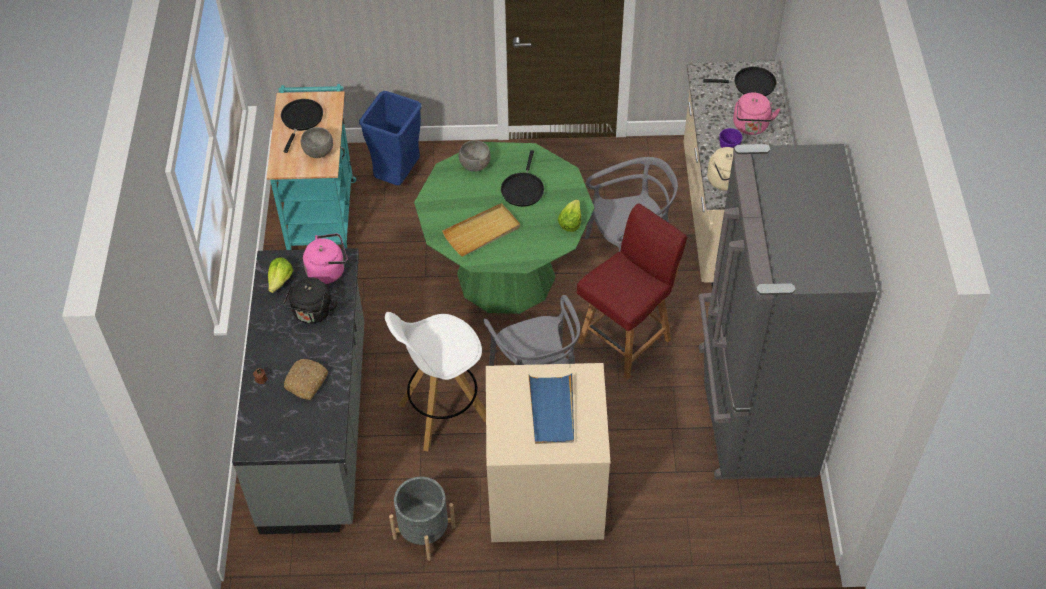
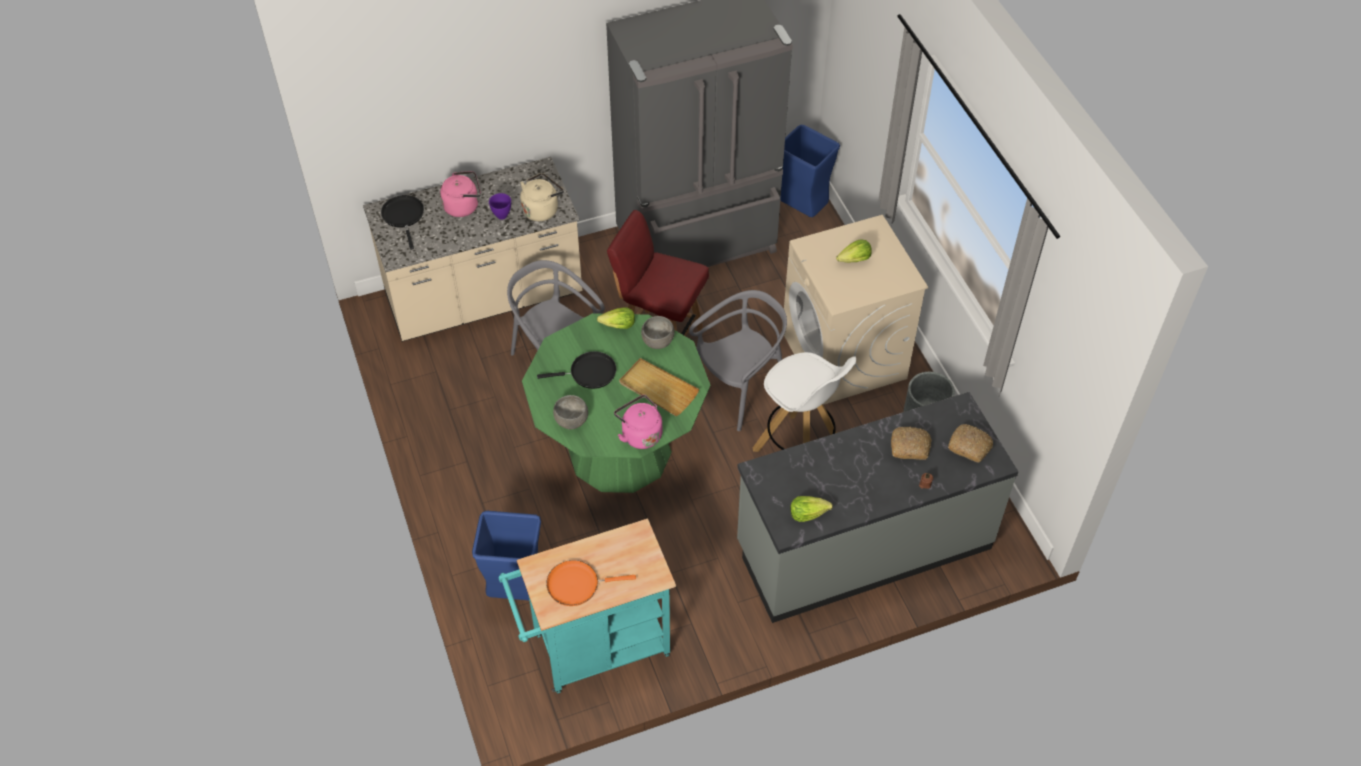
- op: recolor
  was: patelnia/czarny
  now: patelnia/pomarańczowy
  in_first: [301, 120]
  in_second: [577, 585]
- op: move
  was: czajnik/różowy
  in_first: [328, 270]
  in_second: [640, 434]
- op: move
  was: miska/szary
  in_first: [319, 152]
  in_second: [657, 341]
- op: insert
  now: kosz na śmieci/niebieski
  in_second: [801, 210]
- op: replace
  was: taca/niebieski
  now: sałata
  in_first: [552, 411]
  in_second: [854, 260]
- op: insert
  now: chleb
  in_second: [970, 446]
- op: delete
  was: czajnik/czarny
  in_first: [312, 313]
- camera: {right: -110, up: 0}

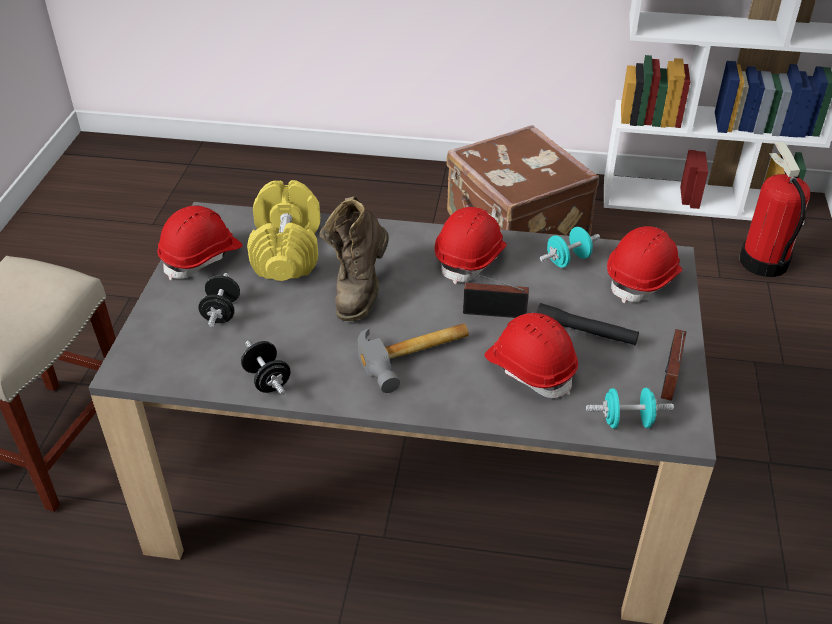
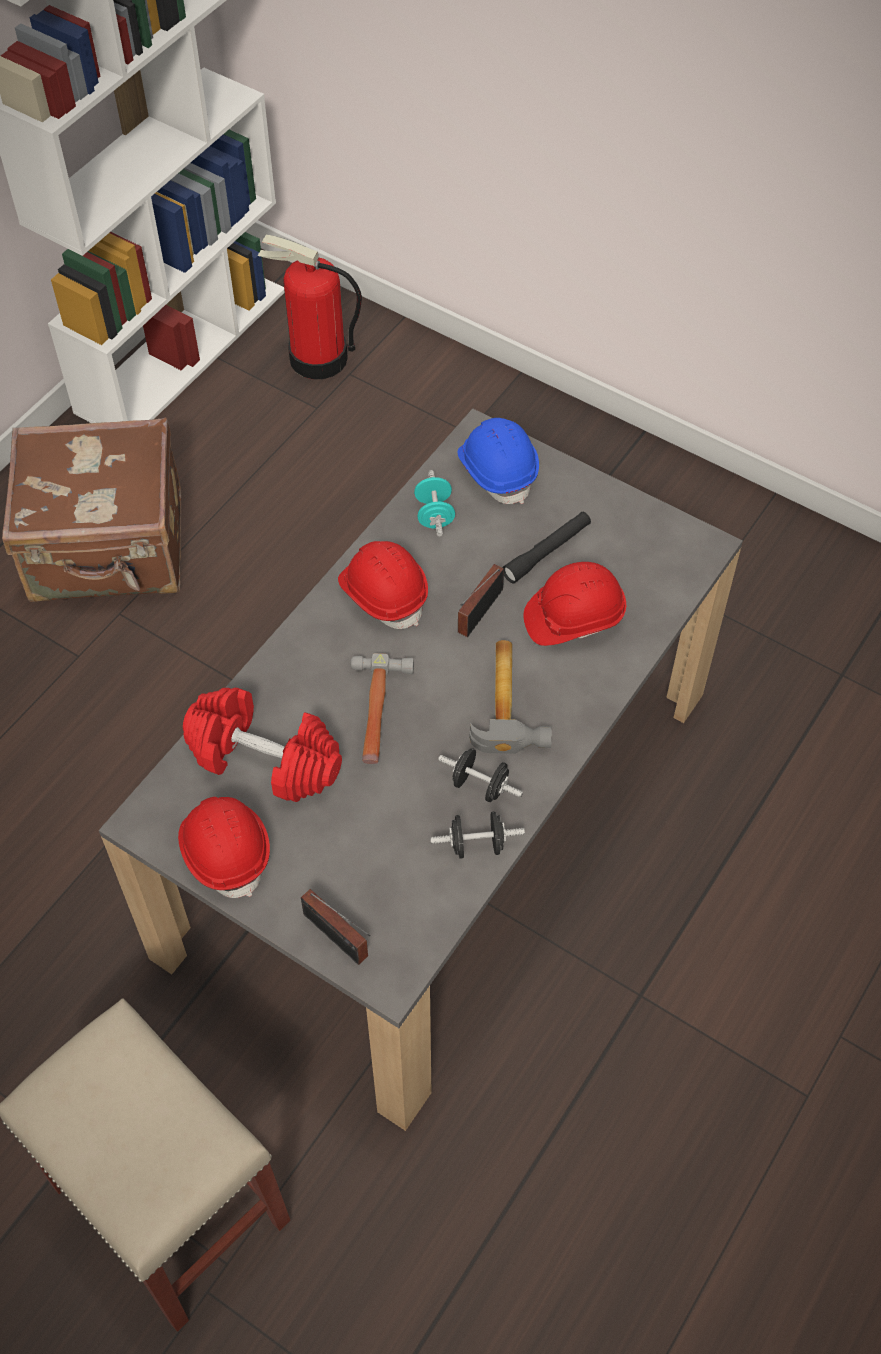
- op: recolor
  was: hantel/żółty
  now: hantel/czerwony
  in_first: [287, 250]
  in_second: [265, 758]
- op: move
  was: radio
  in_first: [669, 379]
  in_second: [338, 939]
- op: replace
  was: but z cholewką/brązowy
  now: młotek
  in_first: [359, 289]
  in_second: [377, 713]
- op: move
  was: hantel/czarny
  in_first: [221, 312]
  in_second: [480, 785]
- op: recolor
  was: kask/czerwony
  now: kask/niebieski
  in_first: [643, 279]
  in_second: [497, 470]
- op: delete
  was: hantel/turkusowy
  in_first: [627, 421]
- camera: {right: -65, up: 15}

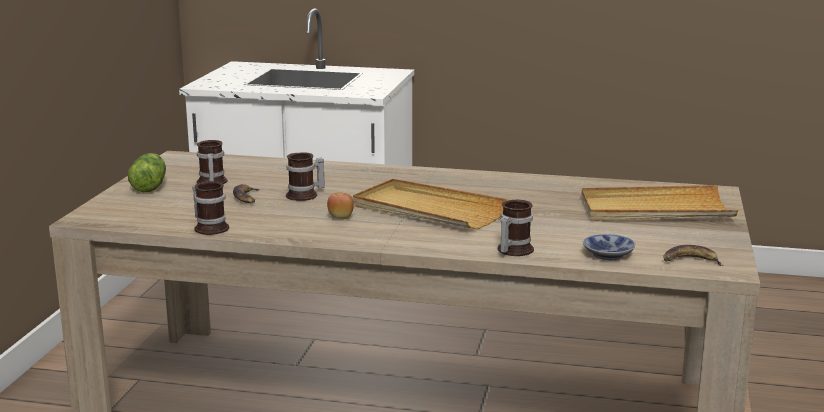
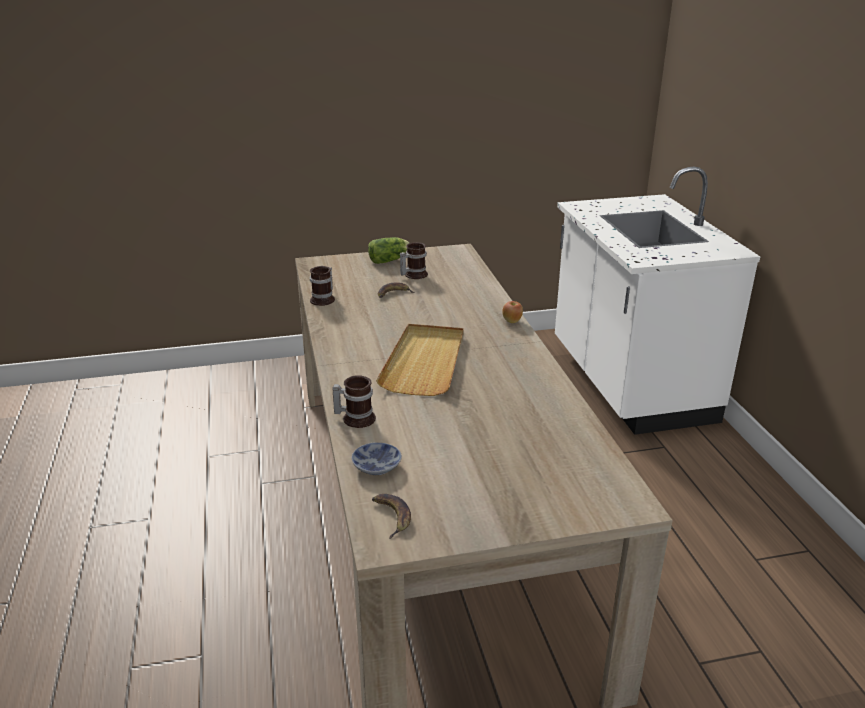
- op: move
  was: jabłko
  in_first: [340, 218]
  in_second: [512, 321]
- op: delete
  was: kubek
  in_first: [305, 195]
- op: delete
  was: taca/beżowy
  in_first: [655, 210]
- camera: {right: 65, up: 10}

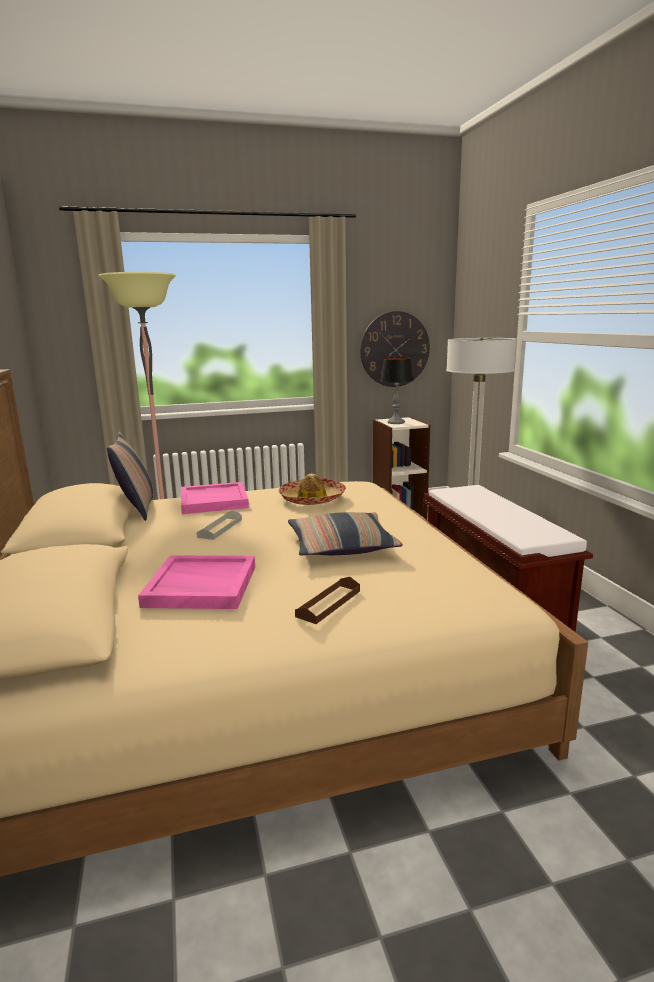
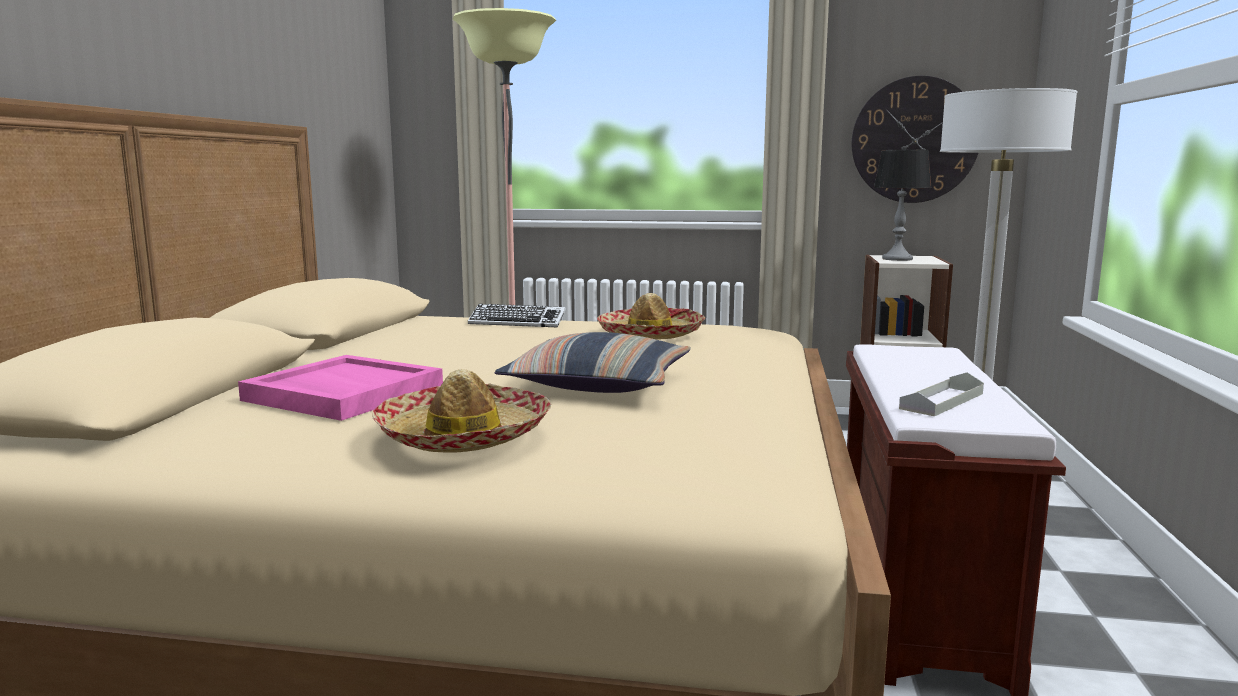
- op: replace
  was: taca/brązowy
  now: kapelusz
  in_first: [328, 603]
  in_second: [464, 436]
- op: replace
  was: taca/różowy
  now: klawiatura
  in_first: [214, 501]
  in_second: [517, 322]
- op: move
  was: taca/szary
  in_first: [220, 528]
  in_second: [942, 401]
- op: delete
  was: poduszka
  in_first: [137, 509]
- camera: {right: 25, up: -5}

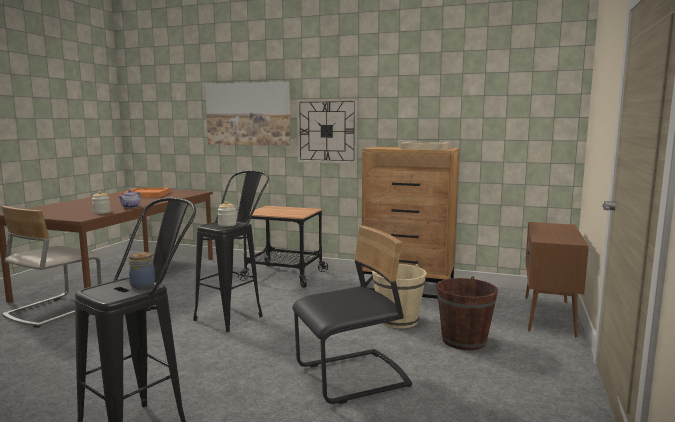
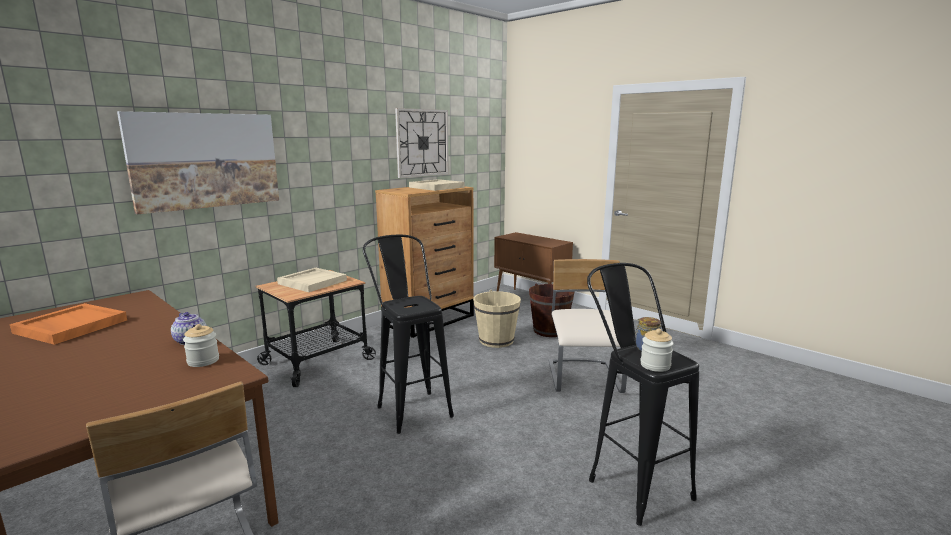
- op: insert
  now: taca/beżowy
  in_second: [312, 282]
- op: move
  was: zegar ścienny
  in_first: [327, 131]
  in_second: [422, 143]
- op: recolor
  was: krzesło/czarny
  now: krzesło/beżowy
  in_first: [352, 377]
  in_second: [584, 378]
- op: move
  was: słoik
  in_first: [227, 225]
  in_second: [655, 365]
- camera: {right: -65, up: 5}

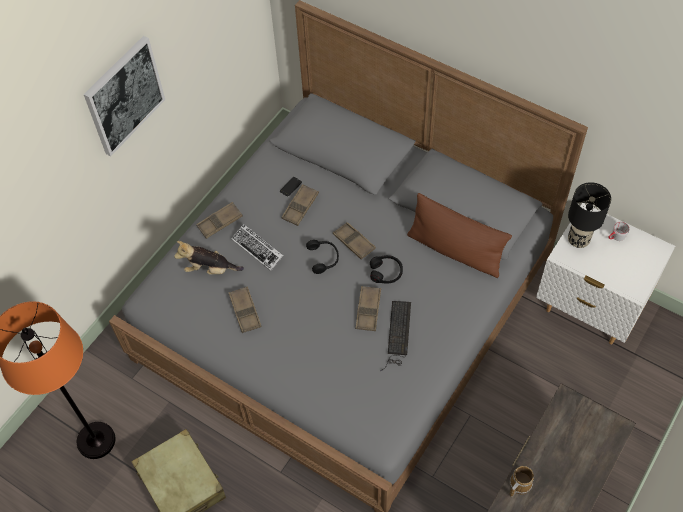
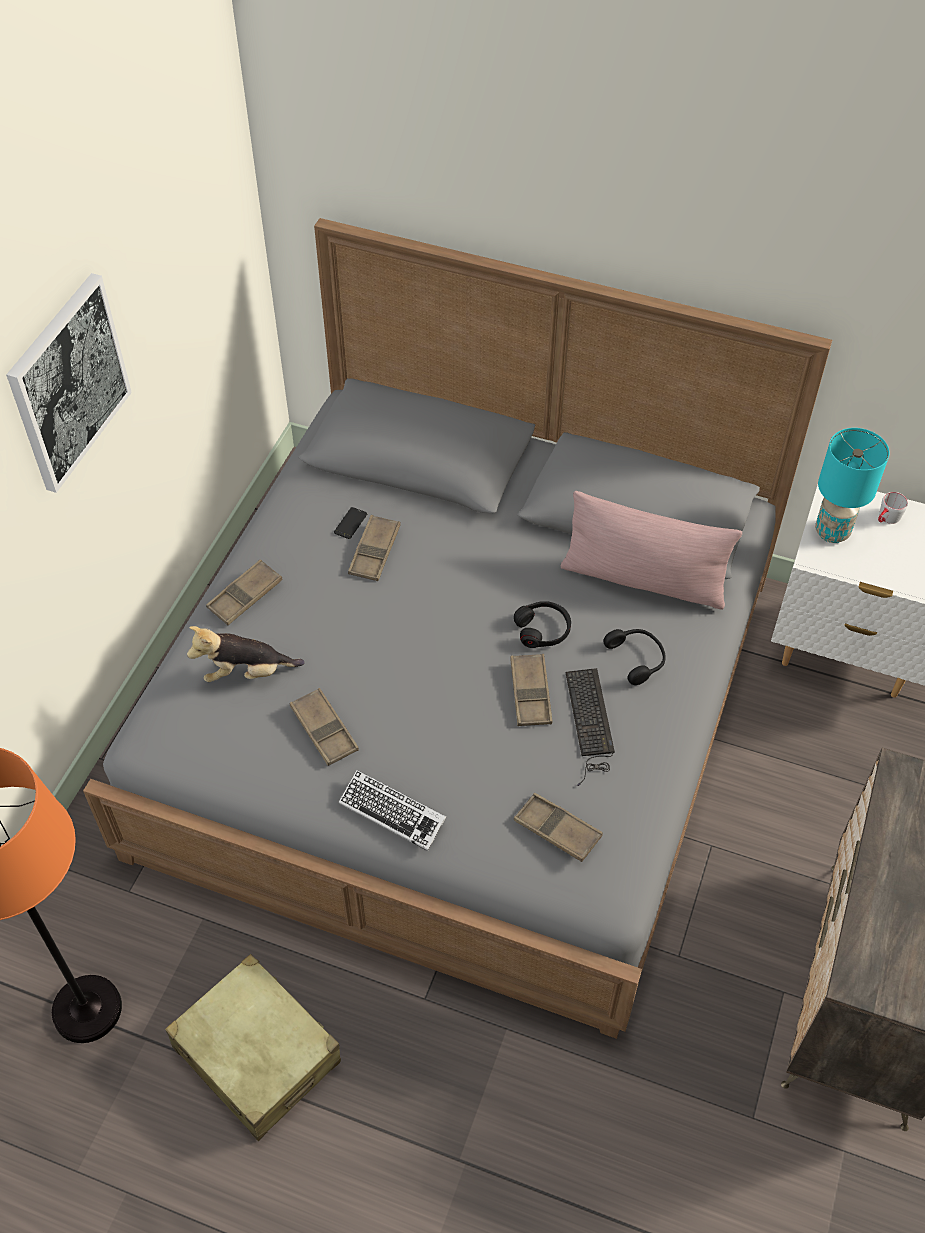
- op: move
  was: klawiatura
  in_first: [257, 249]
  in_second: [392, 813]
- op: move
  was: taca/brązowy
  in_first: [354, 242]
  in_second: [557, 830]
- op: recolor
  was: poduszka/brązowy
  now: poduszka/różowy
  in_first: [455, 251]
  in_second: [643, 579]
- op: move
  was: słuchawki/czarny
  in_first: [324, 258]
  in_second: [637, 658]
- op: recolor
  was: lampa stołowa/czarny
  now: lampa stołowa/turkusowy
  in_first: [578, 240]
  in_second: [831, 532]
- op: delete
  was: kubek
  in_first: [518, 484]
- camera: {right: -15, up: -5}

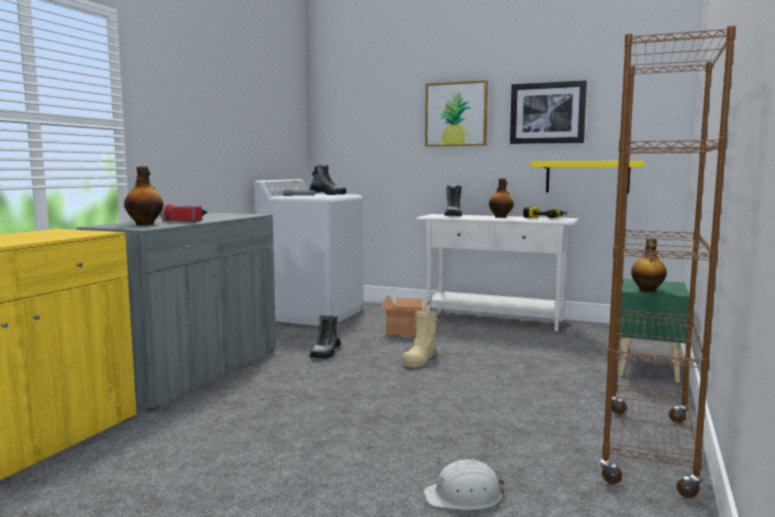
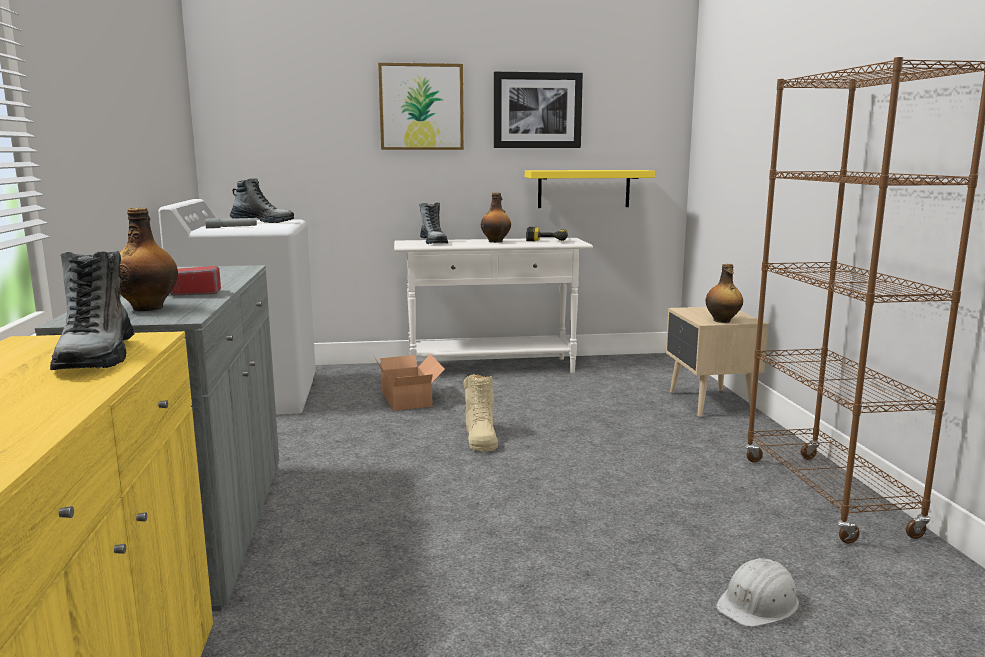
- op: move
  was: but z cholewką
  in_first: [326, 353]
  in_second: [97, 356]
- op: recolor
  was: szafka nocna/zielony
  now: szafka nocna/beżowy
  in_first: [646, 368]
  in_second: [709, 403]
- camera: {right: -30, up: 5}

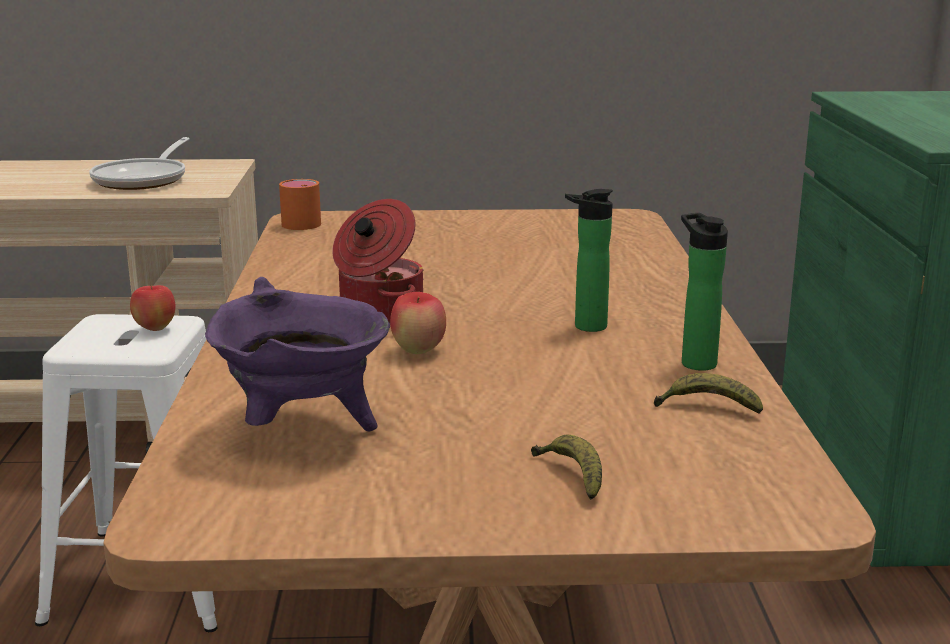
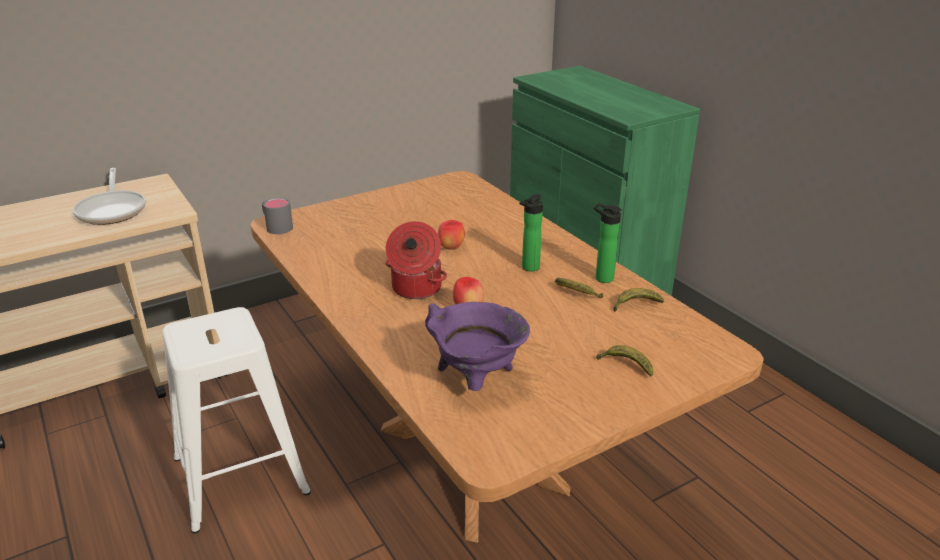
- op: recolor
  was: kubek/pomarańczowy
  now: kubek/szary
  in_first: [299, 222]
  in_second: [276, 226]
- op: move
  was: jabłko
  in_first: [155, 329]
  in_second: [451, 247]
- op: insert
  now: banan
  in_second: [576, 294]
- camera: {right: -30, up: 10}

